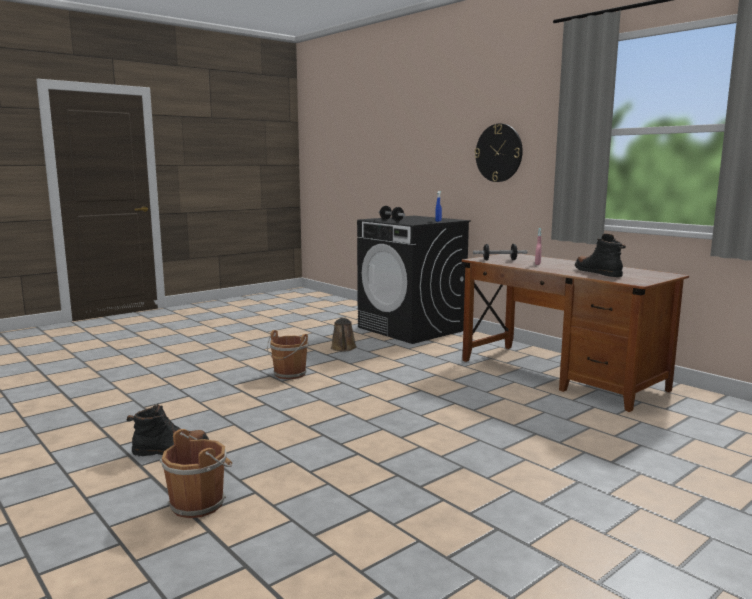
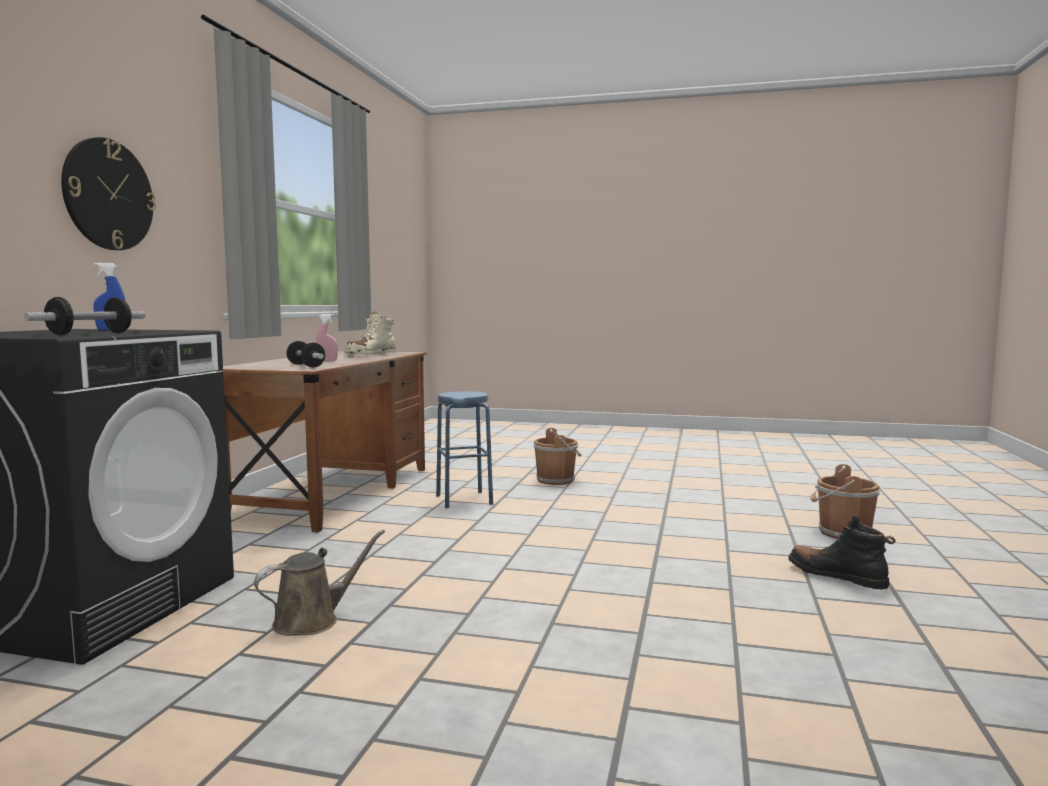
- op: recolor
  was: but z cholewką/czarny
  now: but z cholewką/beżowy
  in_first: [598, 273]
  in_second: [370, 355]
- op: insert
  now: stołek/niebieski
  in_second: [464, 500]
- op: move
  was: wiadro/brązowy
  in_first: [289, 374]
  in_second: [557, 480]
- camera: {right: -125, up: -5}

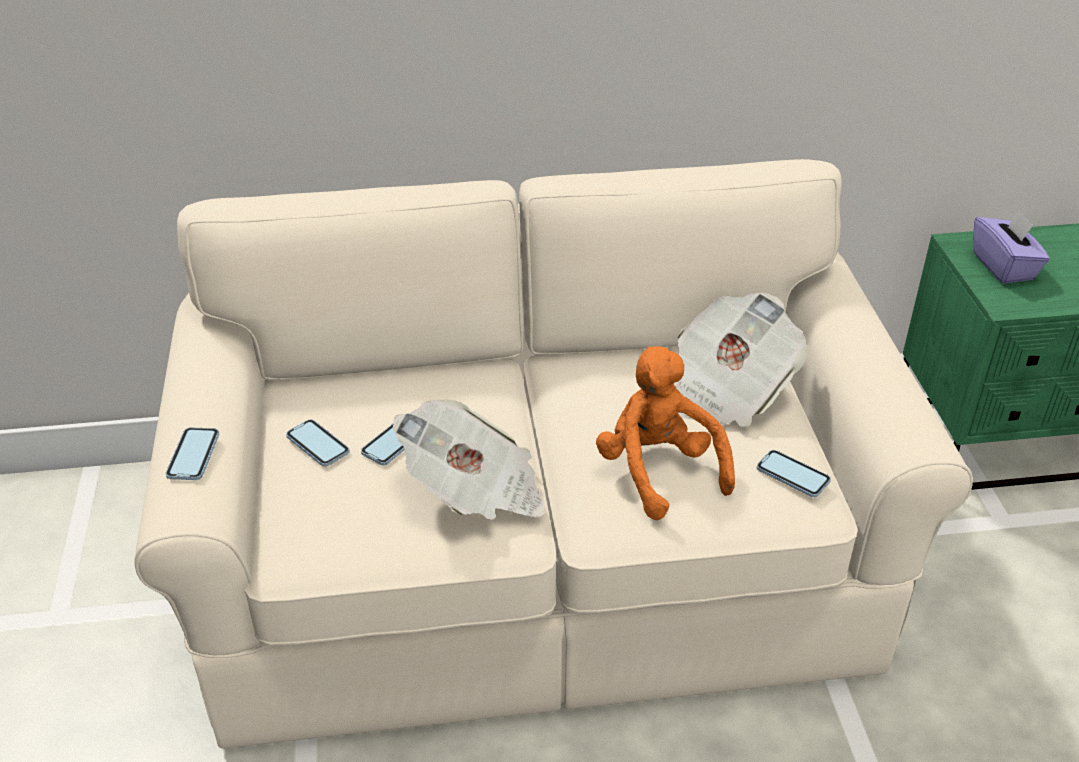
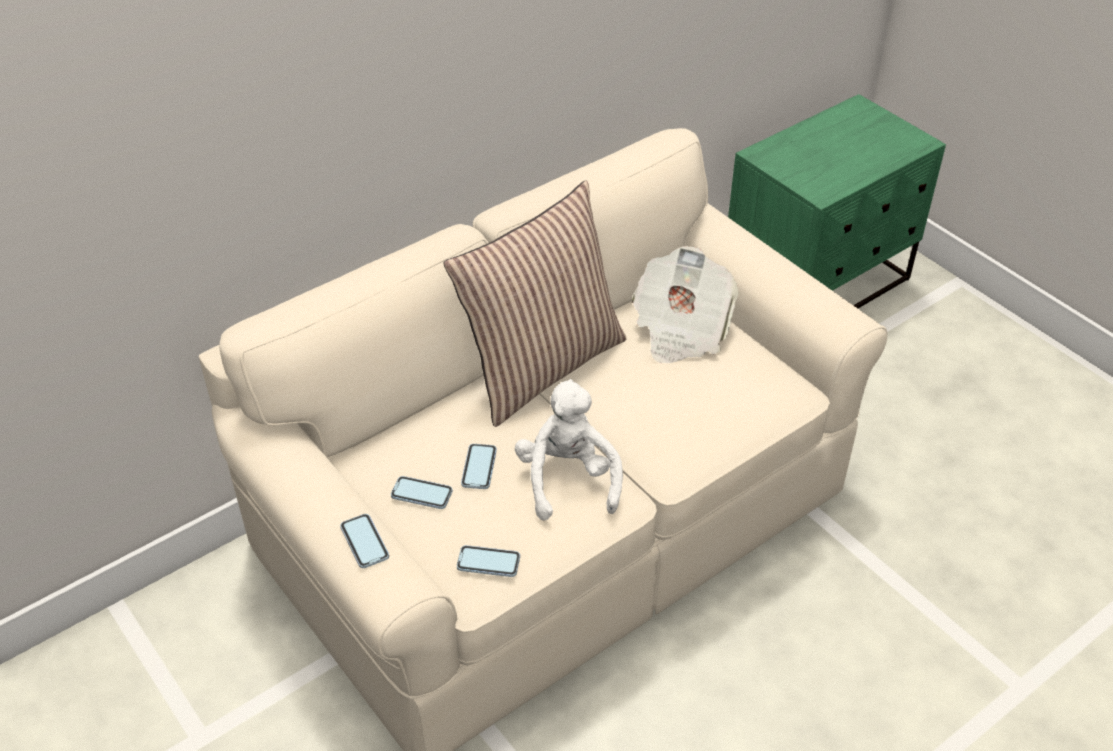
- op: insert
  now: poduszka
  in_second: [541, 365]
- op: move
  was: telefon
  in_first: [792, 475]
  in_second: [488, 562]
- op: replace
  was: gazeta
  now: pluszak/biały
  in_first: [475, 491]
  in_second: [568, 479]
- op: delete
  was: pluszak/pomarańczowy
  in_first: [658, 471]
- op: delete
  was: pudełko chusteczek/fioletowy
  in_first: [1004, 266]
- camera: {right: -30, up: 5}

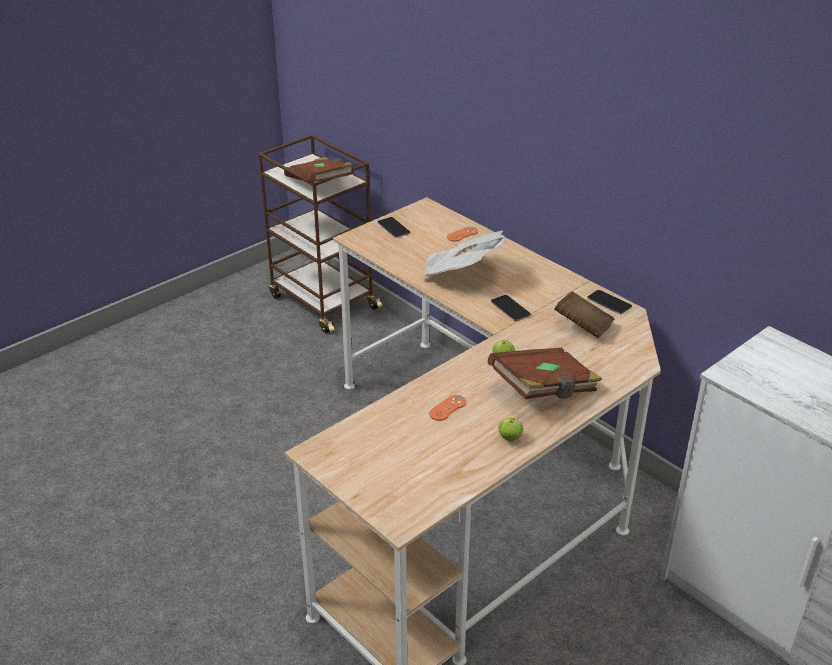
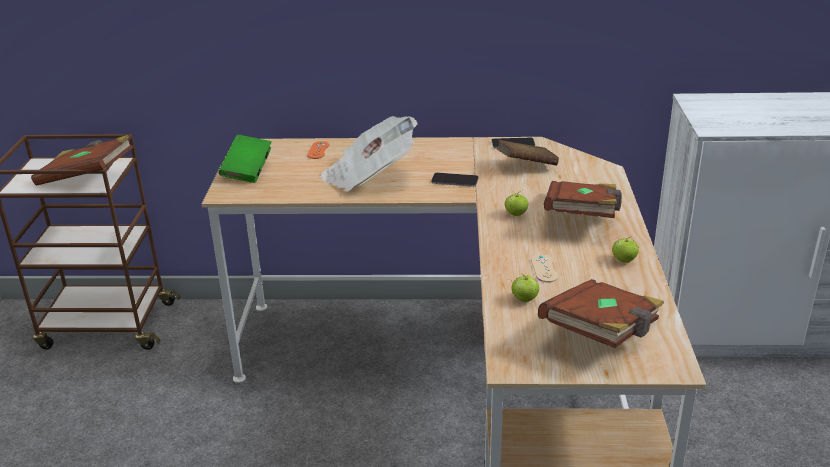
- op: replace
  was: telefon
  now: książka/zielony
  in_first: [393, 228]
  in_second: [247, 171]
- op: insert
  now: jabłko
  in_second: [524, 299]
- op: recolor
  was: pad do gier/pomarańczowy
  now: pad do gier/beżowy
  in_first: [447, 408]
  in_second: [544, 268]
- op: insert
  now: książka/brązowy
  in_second: [602, 333]
- camera: {right: -45, up: -5}

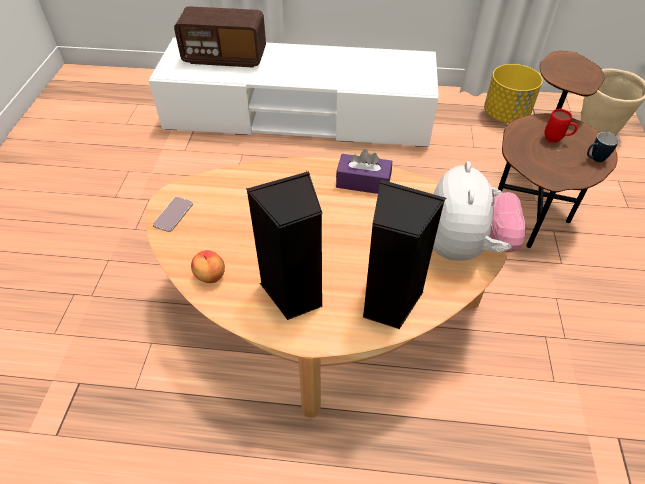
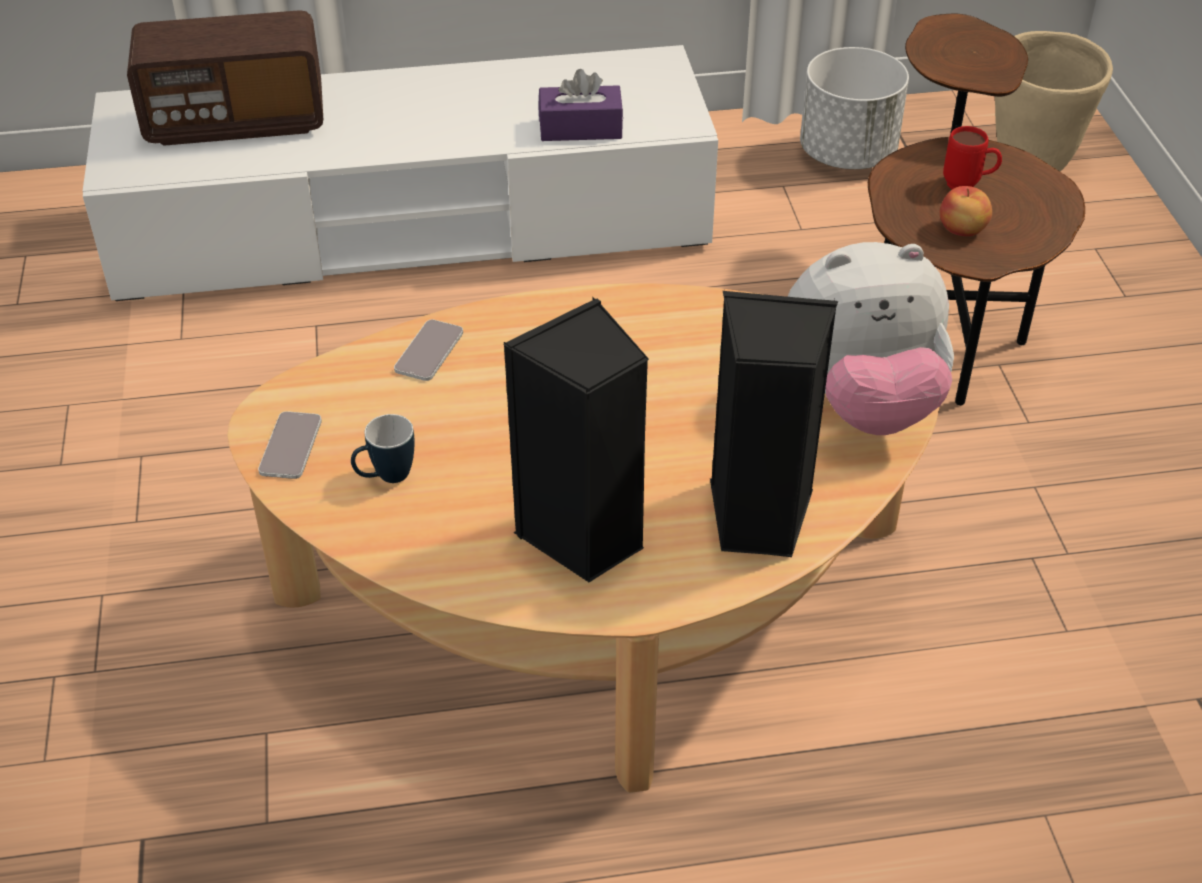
- op: move
  was: kubek
  in_first: [594, 159]
  in_second: [385, 478]
- op: insert
  now: telefon
  in_second: [429, 351]
- op: move
  was: pudełko chusteczek/fioletowy
  in_first: [363, 182]
  in_second: [580, 128]
- op: rotate
  was: pluszak
  in_first: [464, 247]
  in_second: [861, 403]
  clockwise: 90
- op: recolor
  was: donica/żółty
  now: donica/biały
  in_first: [505, 115]
  in_second: [847, 154]
- op: move
  was: jabłko
  in_first: [210, 276]
  in_second: [962, 230]
- camera: {right: -15, up: -5}

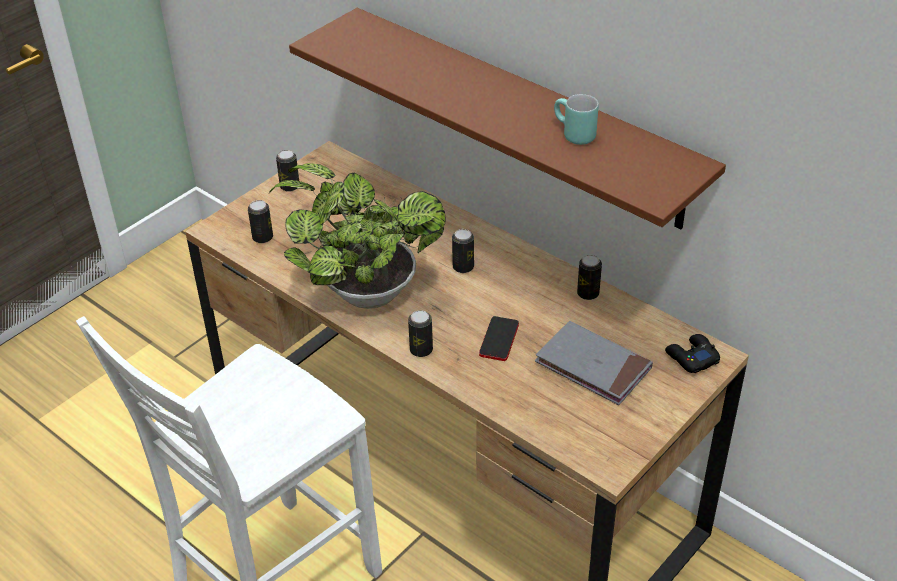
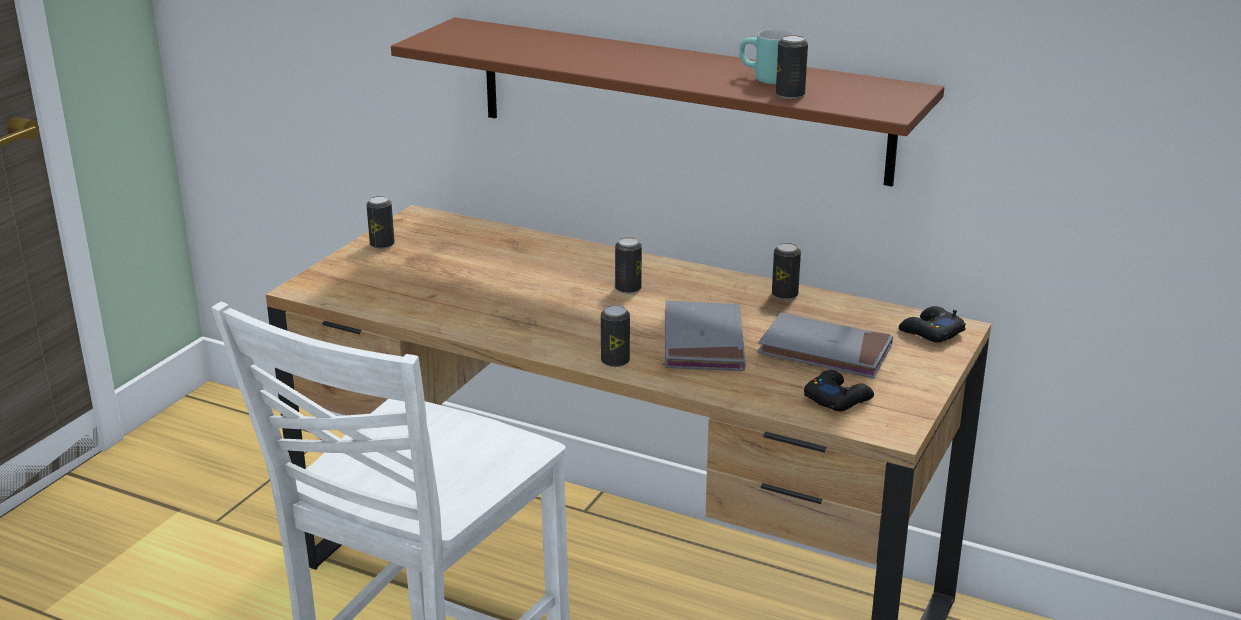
- op: replace
  was: telefon
  now: książka/szary
  in_first: [499, 339]
  in_second: [703, 342]
- op: move
  was: puszka
  in_first: [262, 237]
  in_second: [790, 95]
- op: insert
  now: pad do gier/czarny
  in_second: [837, 398]
- op: delete
  was: roślina doniczkowa
  in_first: [363, 291]
- camera: {right: -15, up: -15}

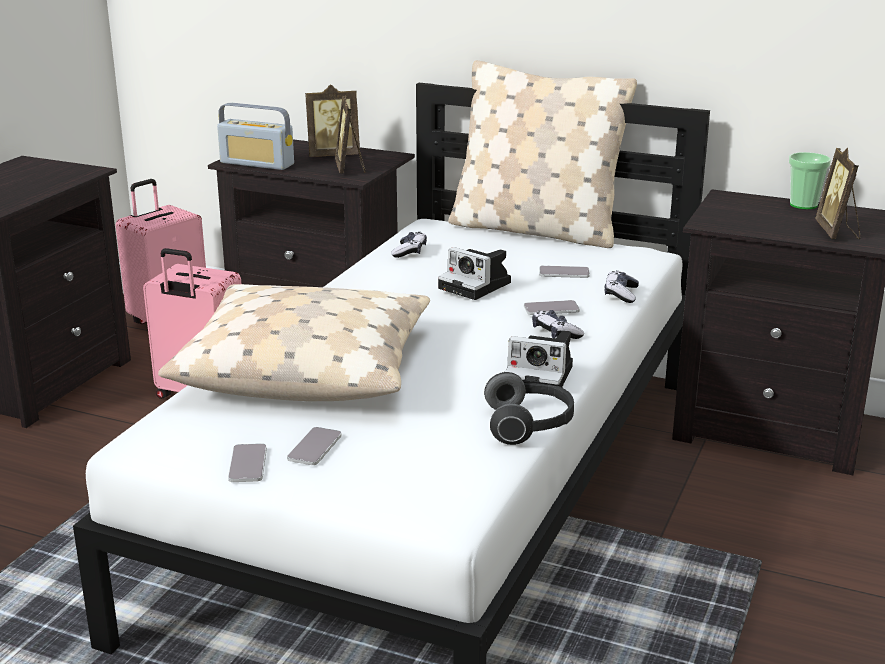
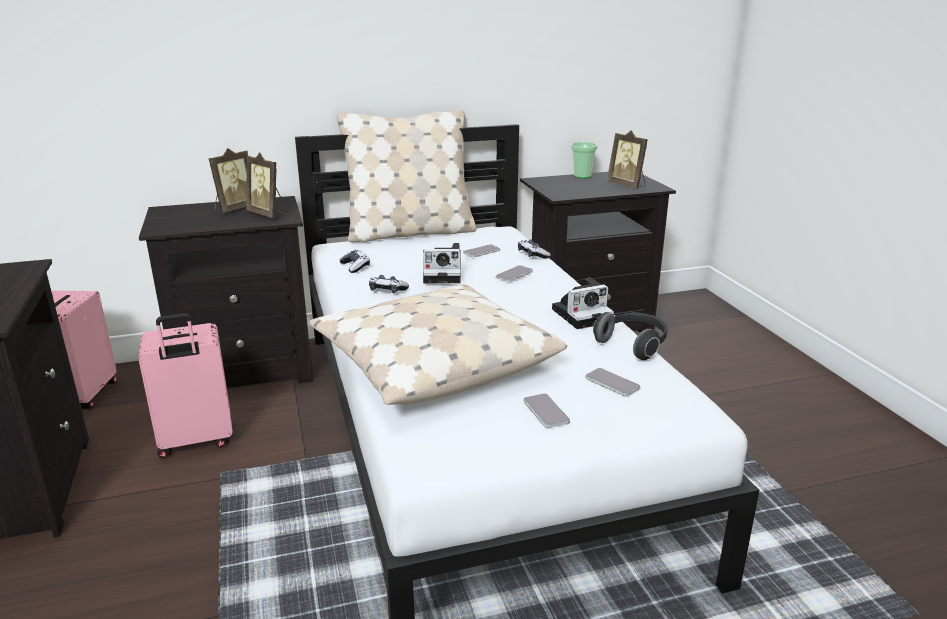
- op: move
  was: pad do gier
  in_first: [555, 333]
  in_second: [387, 290]
- op: move
  was: telefon
  in_first: [247, 464]
  in_second: [612, 383]
- op: delete
  was: radio
  in_first: [257, 163]
- camera: {right: -40, up: 0}

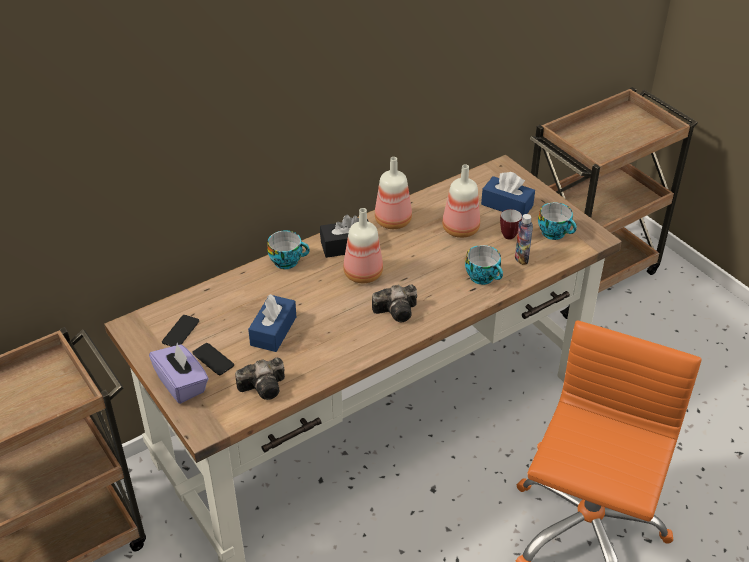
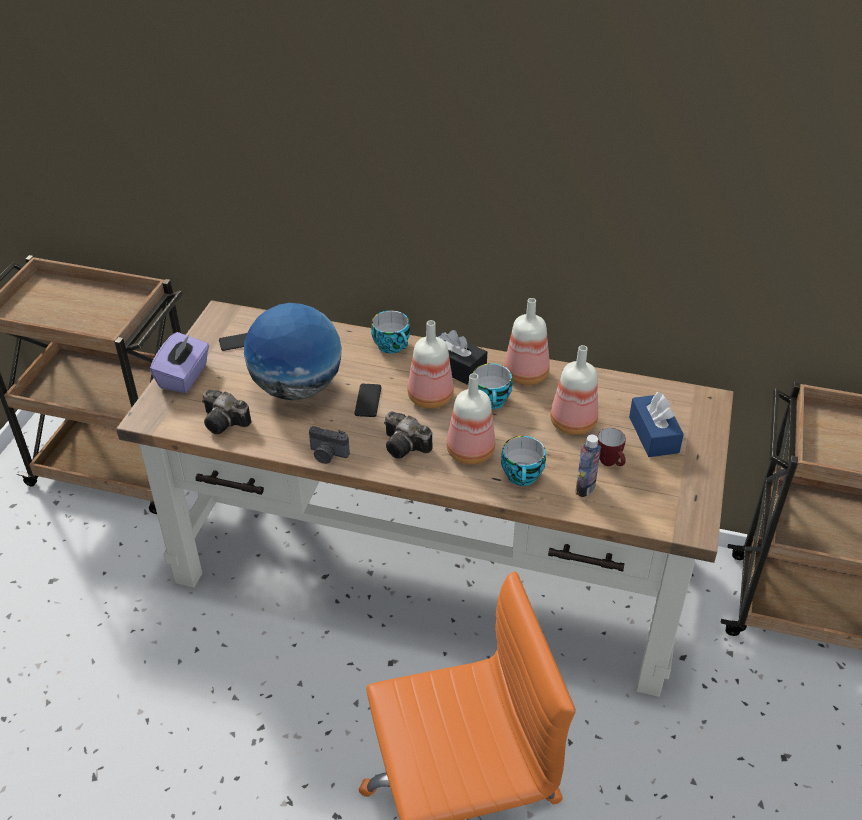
- op: replace
  was: pudełko chusteczek/niebieski
  now: globus
  in_first: [273, 331]
  in_second: [297, 388]
- op: insert
  now: aparat fotograficzny
  in_second: [327, 455]
- op: move
  was: telefon
  in_first: [213, 359]
  in_second: [368, 401]
- op: insert
  now: butelka
  in_second: [469, 453]
- op: move
  was: filiżanka
  in_first: [555, 233]
  in_second: [492, 401]
- camera: {right: 50, up: 0}

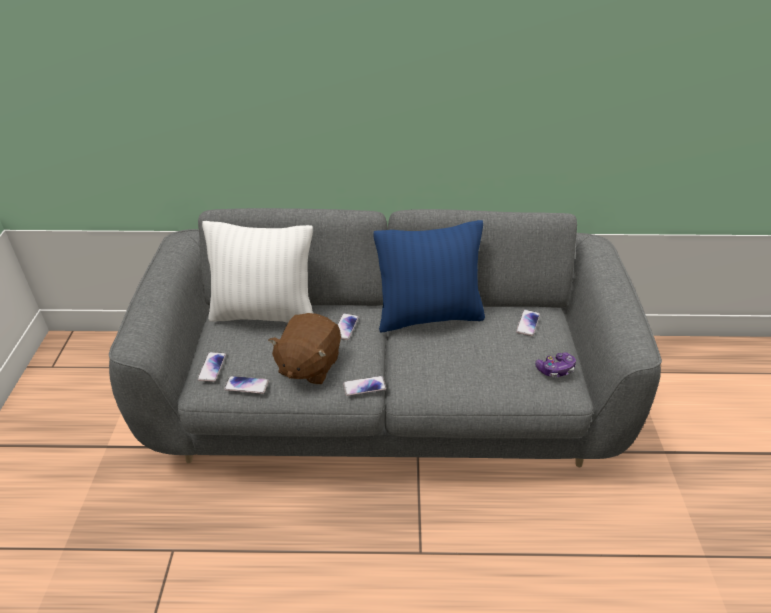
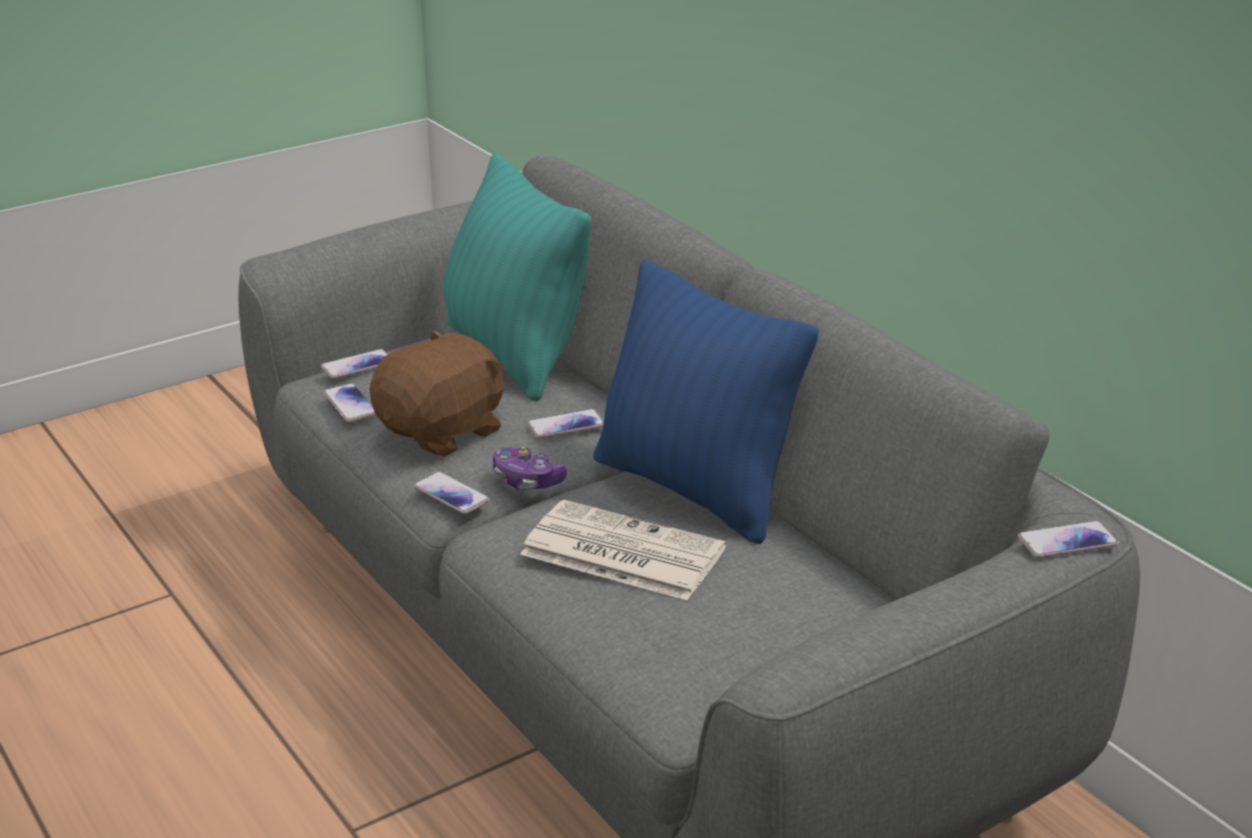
- op: rotate
  was: pluszak/brązowy
  in_first: [308, 365]
  in_second: [443, 432]
  clockwise: 150
- op: recolor
  was: poduszka/biały
  now: poduszka/turkusowy
  in_first: [265, 314]
  in_second: [515, 356]
- op: move
  was: pad do gier
  in_first: [555, 370]
  in_second: [527, 480]
- op: insert
  now: gazeta
  in_second: [619, 552]
- op: move
  was: telefon
  in_first: [527, 323]
  in_second: [1067, 541]
- camera: {right: 55, up: -10}

